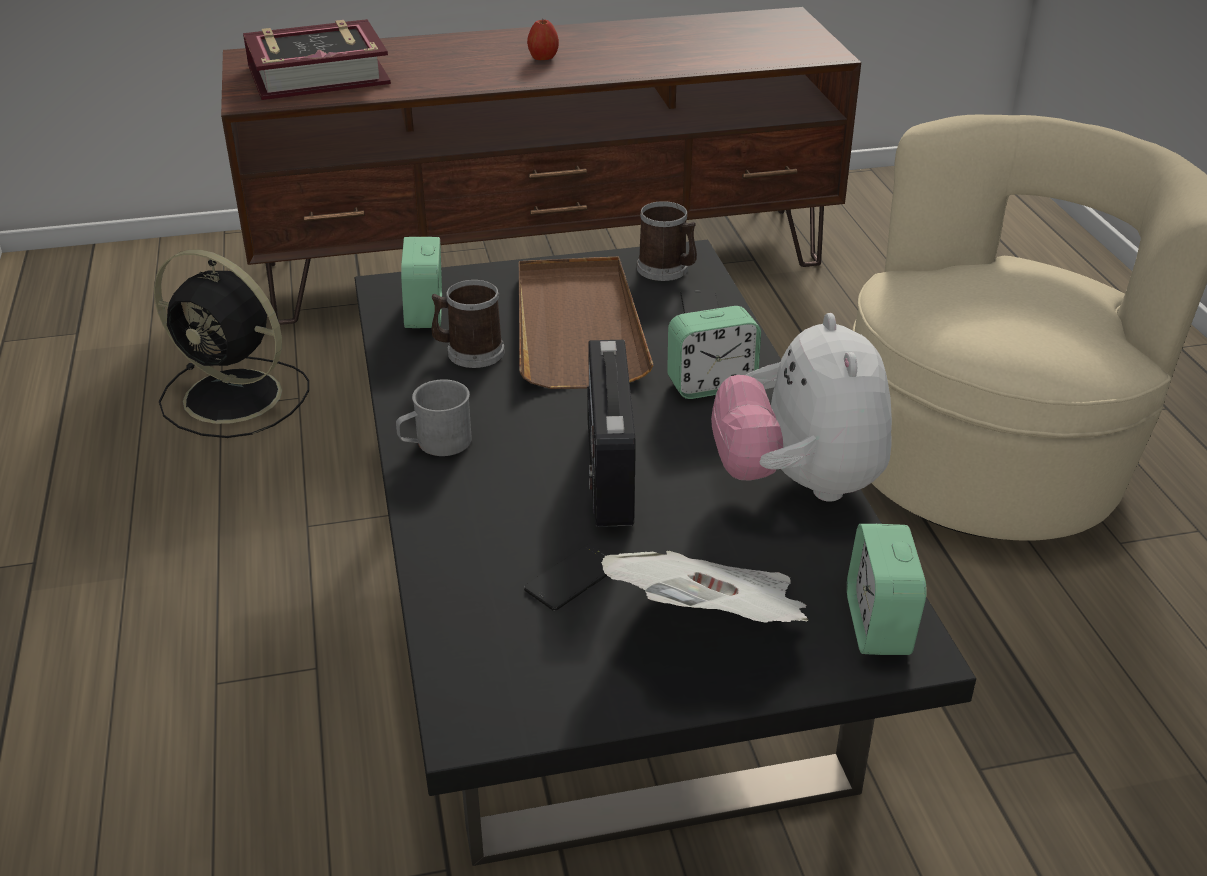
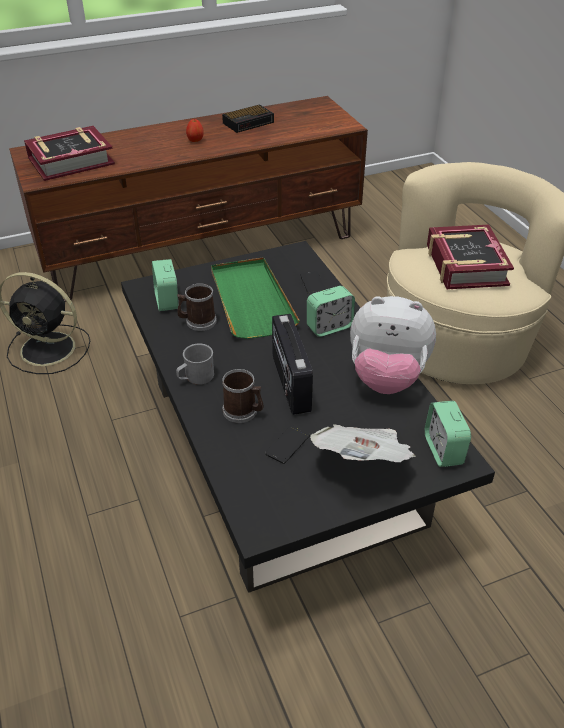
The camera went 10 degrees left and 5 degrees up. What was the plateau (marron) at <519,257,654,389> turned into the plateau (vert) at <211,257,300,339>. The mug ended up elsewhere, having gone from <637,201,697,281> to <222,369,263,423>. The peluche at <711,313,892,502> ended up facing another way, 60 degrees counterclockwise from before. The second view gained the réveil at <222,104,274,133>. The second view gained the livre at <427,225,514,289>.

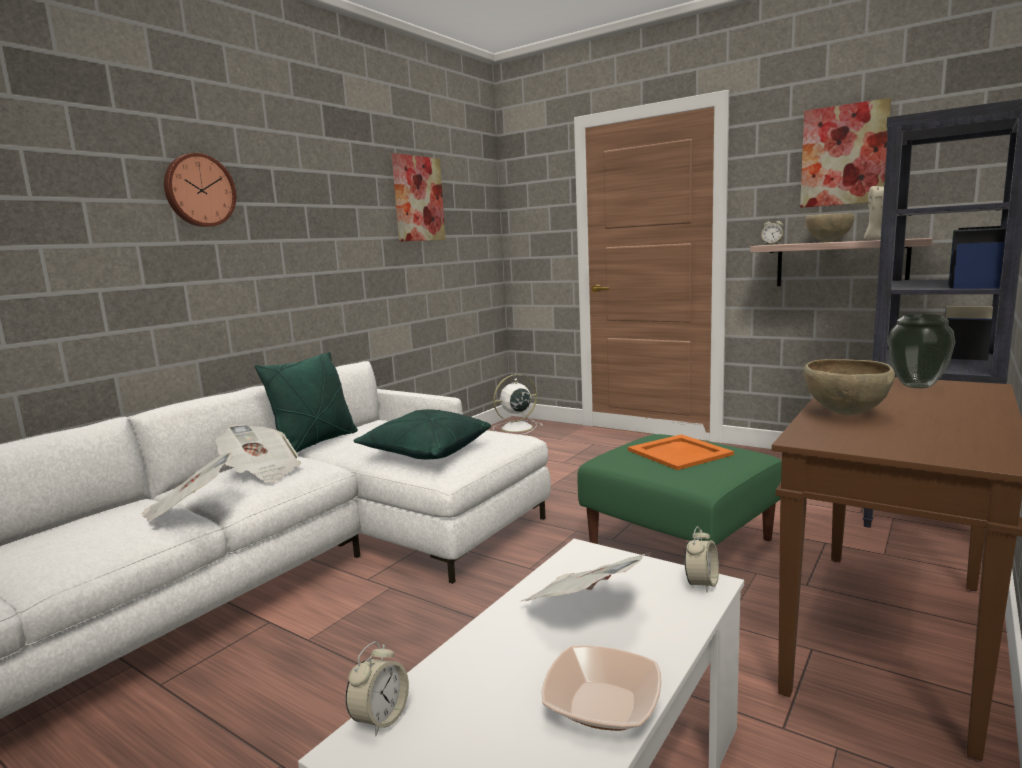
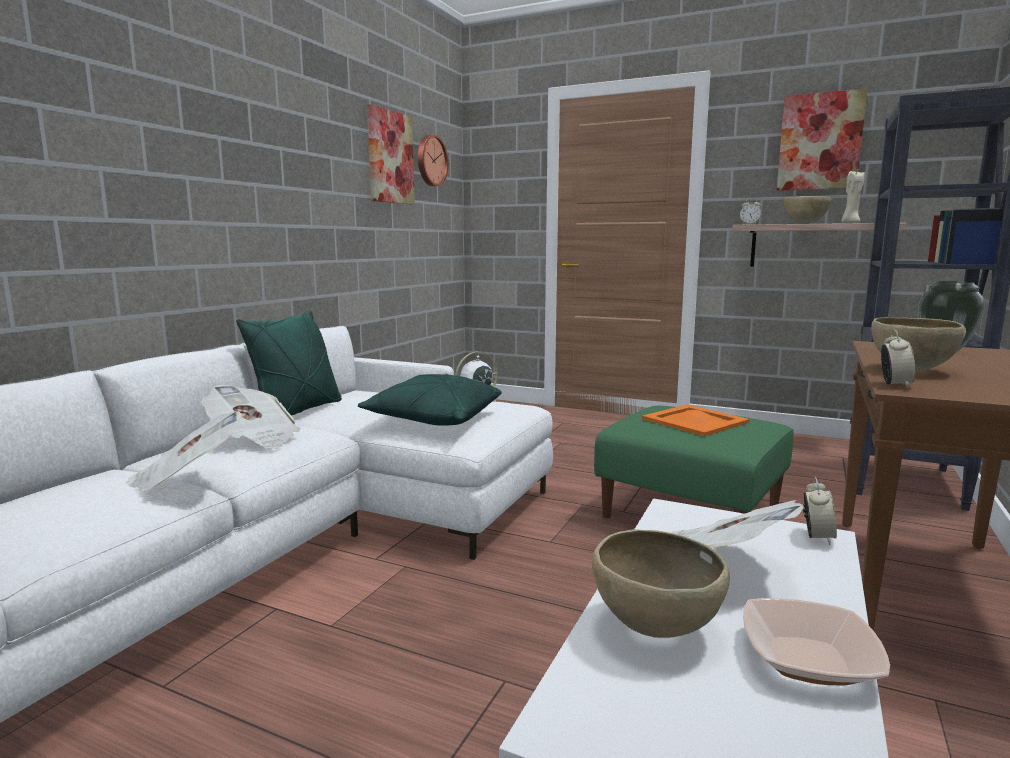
The camera went 10 degrees left and 0 degrees up. The horloge murale ended up elsewhere, having gone from <164,153,236,227> to <418,135,448,186>. The réveil ended up elsewhere, having gone from <345,641,409,736> to <881,329,915,388>. The second view gained the bol (marron) at <592,529,730,638>.

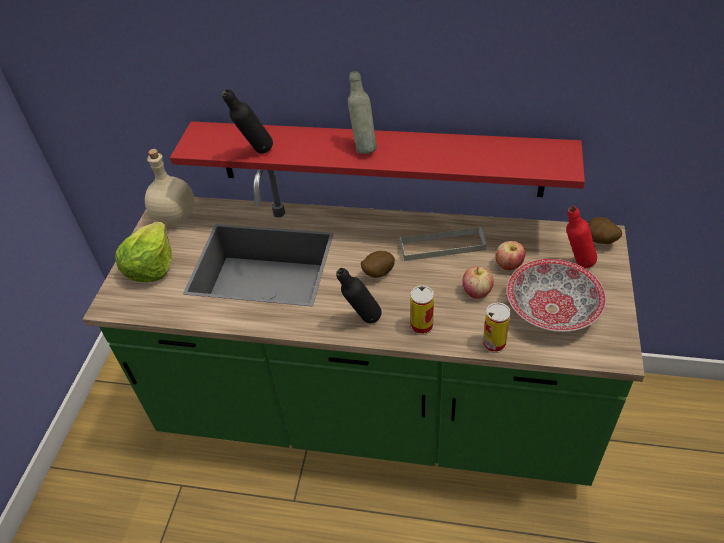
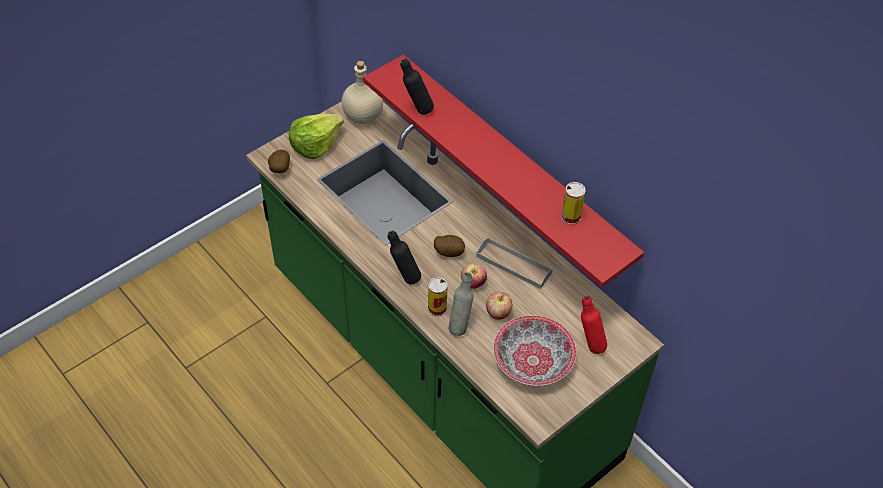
The camera went 35 degrees right and 5 degrees up. The bouteille (gris) ended up elsewhere, having gone from <348,71,377,154> to <448,272,474,336>. The boîte métallique ended up elsewhere, having gone from <483,302,511,353> to <561,182,586,225>. The pomme ended up elsewhere, having gone from <495,241,526,270> to <461,263,487,289>. The pomme de terre ended up elsewhere, having gone from <588,217,622,244> to <268,150,290,173>.

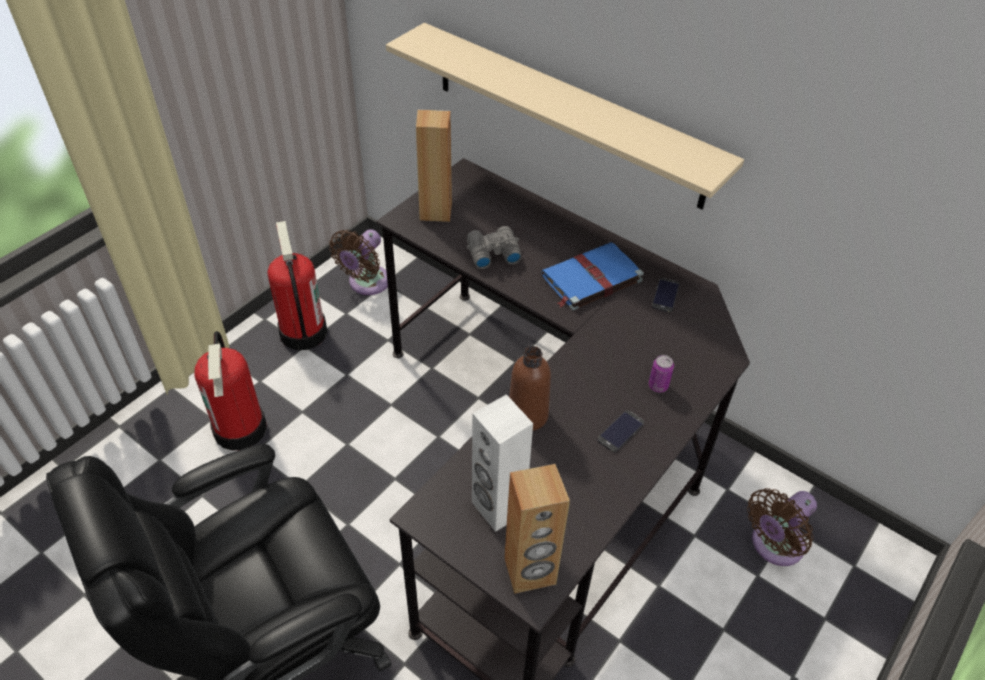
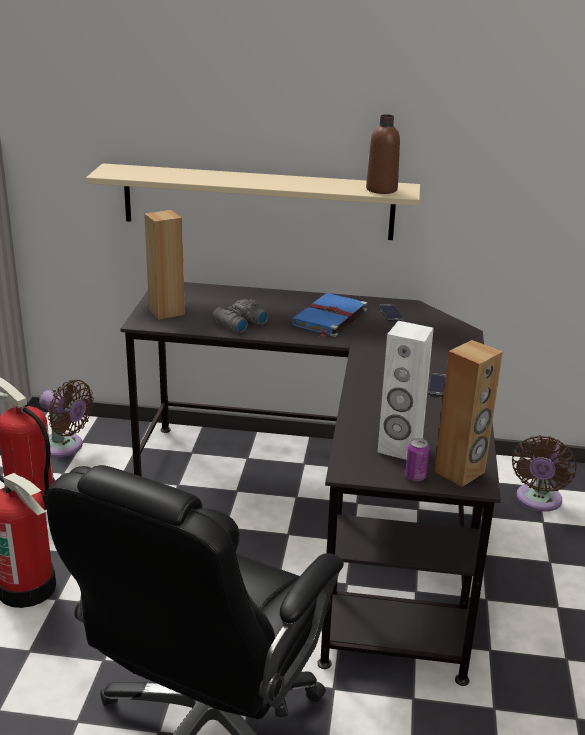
The camera went 30 degrees left and 20 degrees down. The ventilateur (marron) at <329,229,388,295> ended up facing another way, 60 degrees counterclockwise from before. The bouteille (marron) ended up elsewhere, having gone from <509,346,551,431> to <366,114,400,194>. The boîte métallique ended up elsewhere, having gone from <649,355,674,393> to <405,438,430,481>.

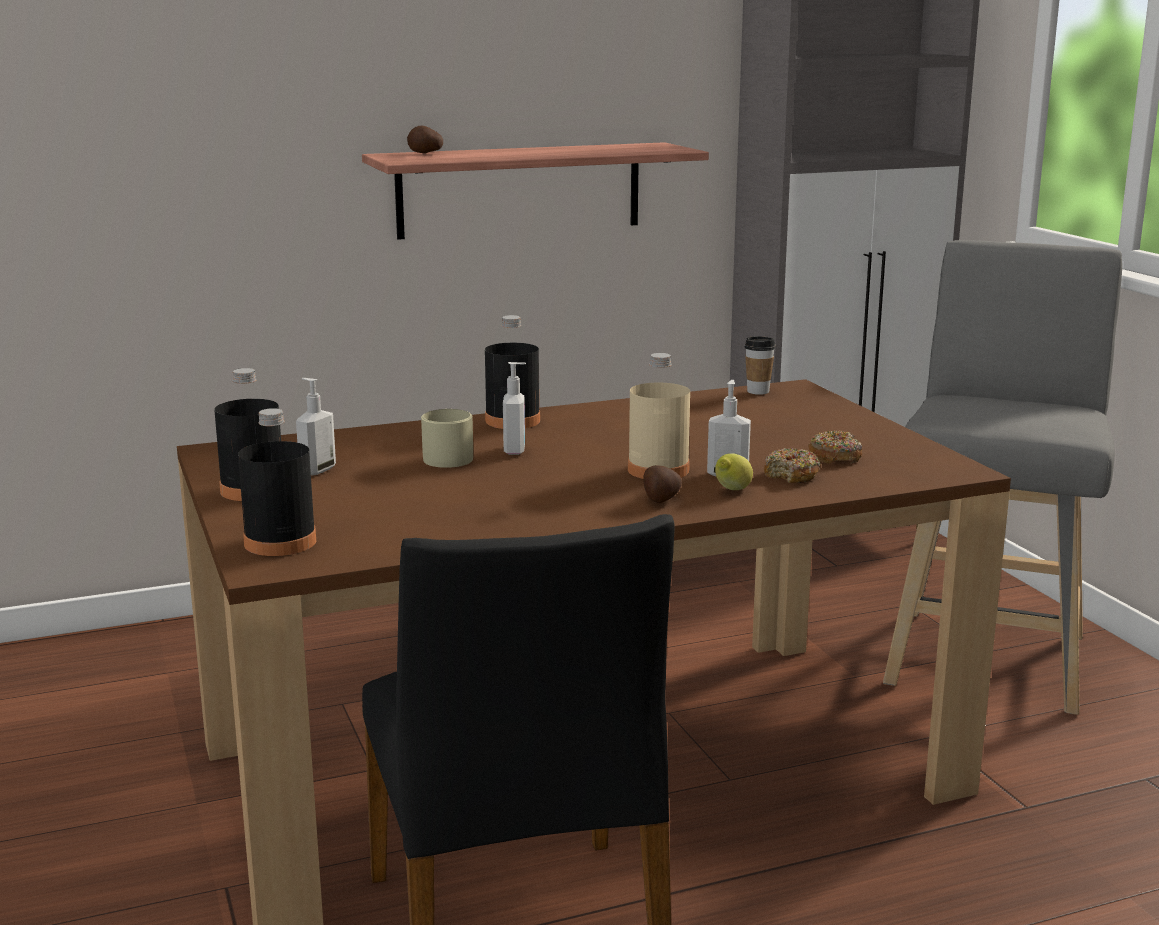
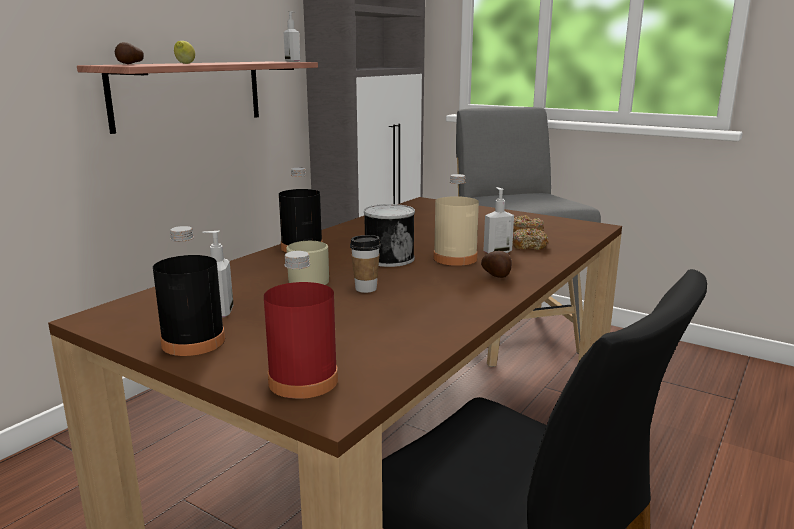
The camera went 35 degrees left and 0 degrees up. What was the bouteille (noir) at <238,408,316,556> turned into the bouteille (rouge) at <264,251,338,399>. The distributeur de savon ended up elsewhere, having gone from <503,362,526,455> to <284,11,300,62>. The citron ended up elsewhere, having gone from <715,453,753,490> to <174,41,195,64>. The tasse ended up elsewhere, having gone from <745,336,776,395> to <350,235,381,293>. The second view gained the boîte métallique at <364,204,415,267>.

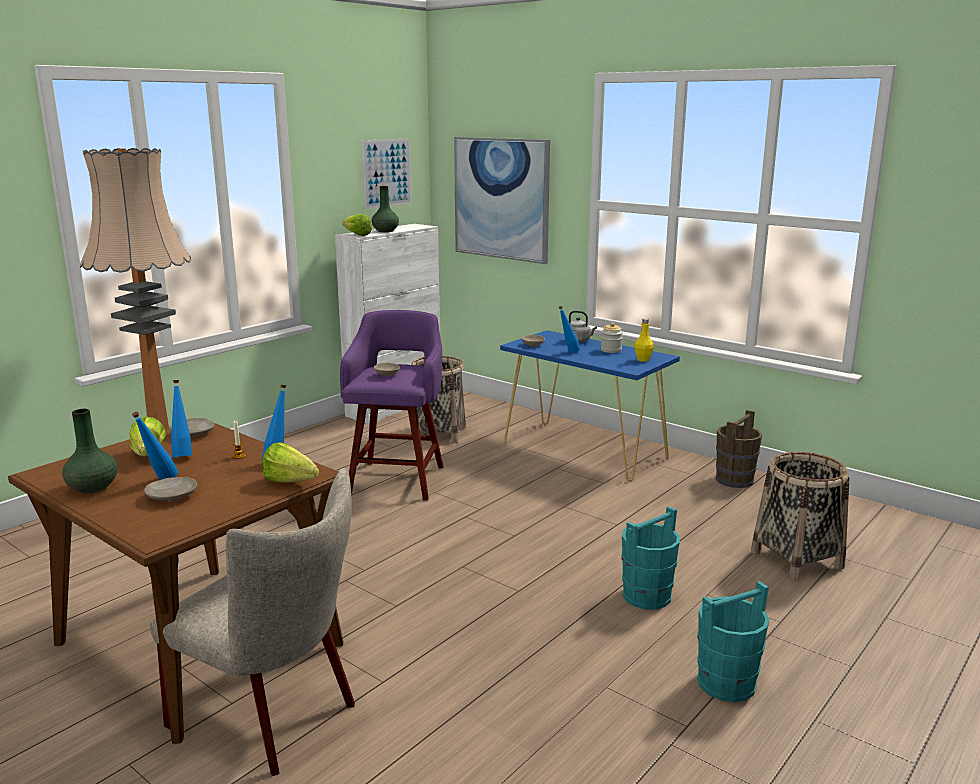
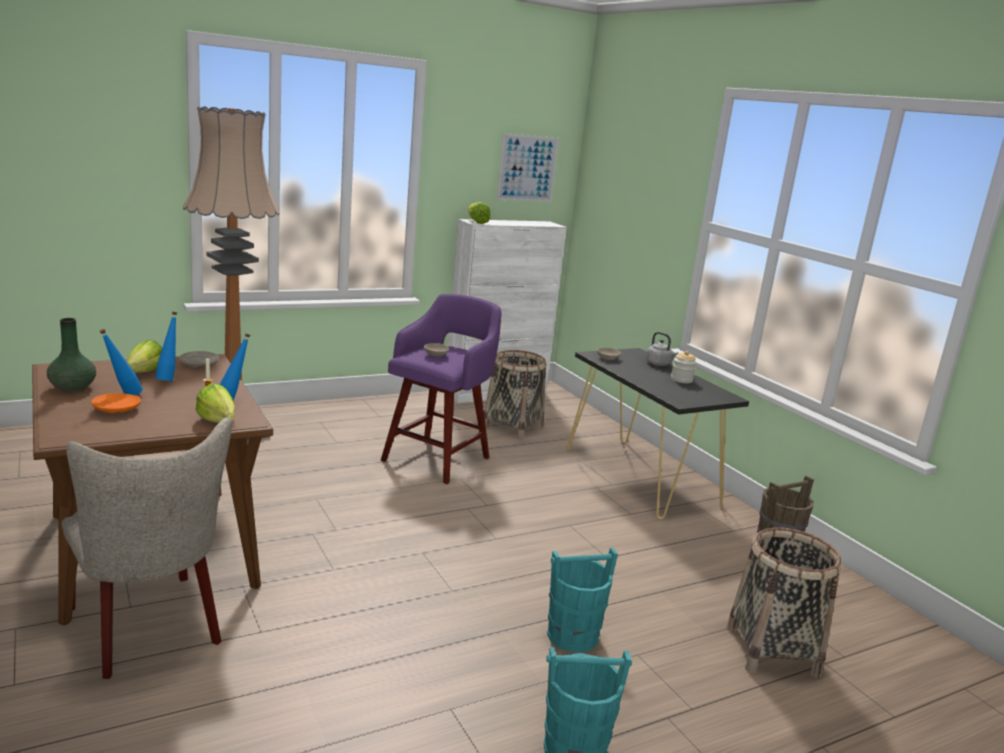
The camera went 20 degrees right and 0 degrees up. What was the assiette (beige) at <144,477,197,502> turned into the assiette (orange) at <91,393,141,413>. The second view lost the vase (vert) at <372,186,399,232>. The second view lost the tableau at <454,137,550,264>. What was the table console (bleu) at <500,330,680,481> turned into the table console (noir) at <567,348,749,519>. The second view lost the bouteille (bleu) at <559,306,580,353>. The second view lost the bouteille (jaune) at <634,318,654,362>.

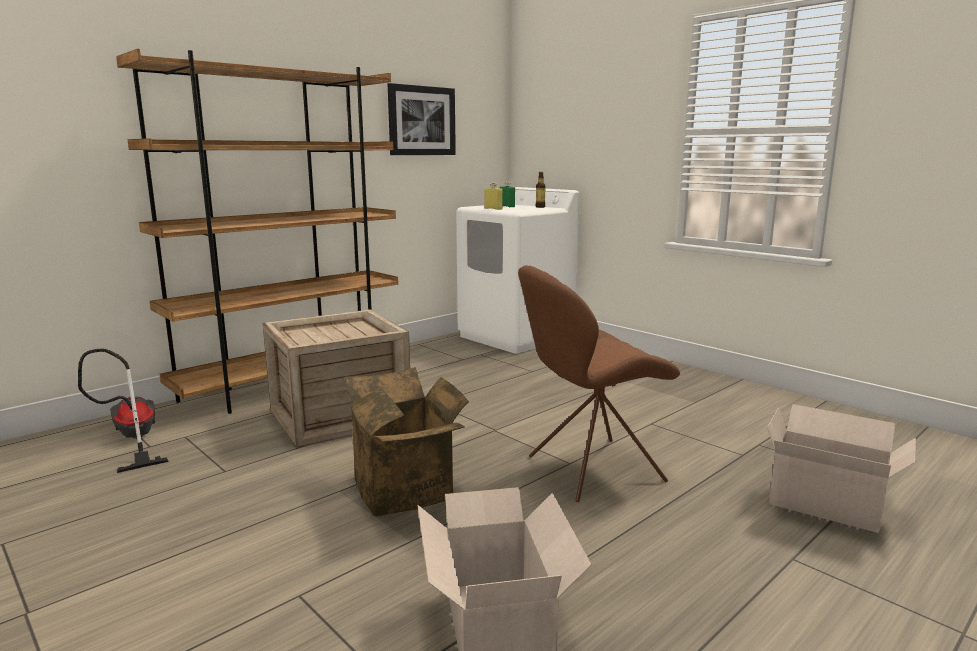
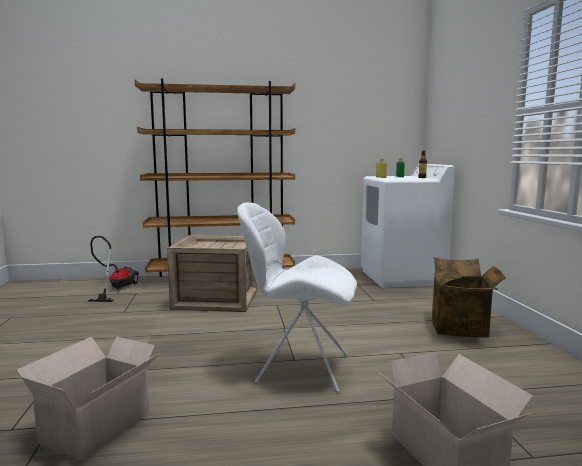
The camera went 35 degrees right and 5 degrees down. The carton ended up elsewhere, having gone from <344,367,469,516> to <432,257,506,338>. The second view lost the tableau at <388,83,456,155>. What was the chaise (marron) at <518,265,680,502> turned into the chaise (blanc) at <237,202,357,392>.

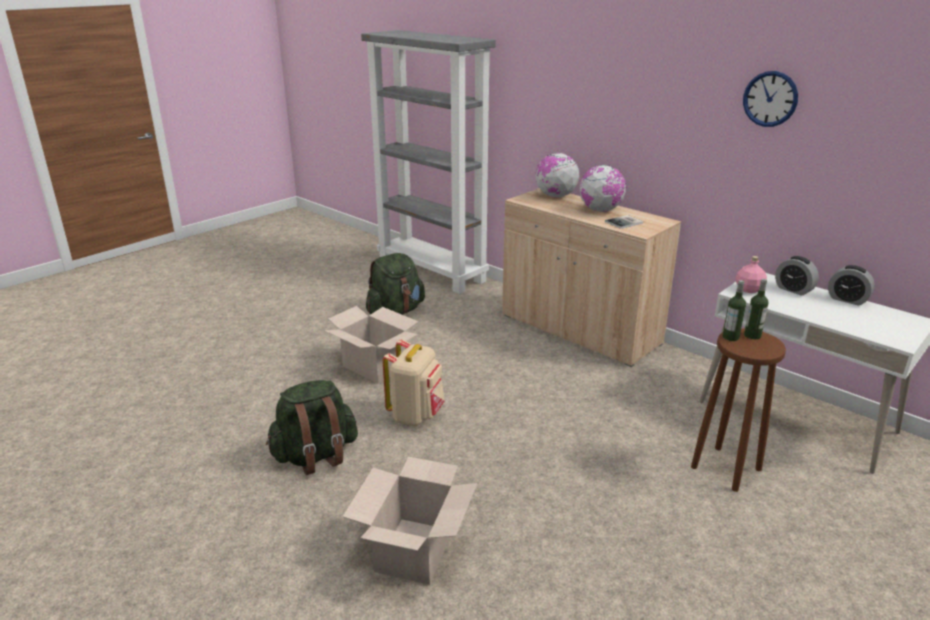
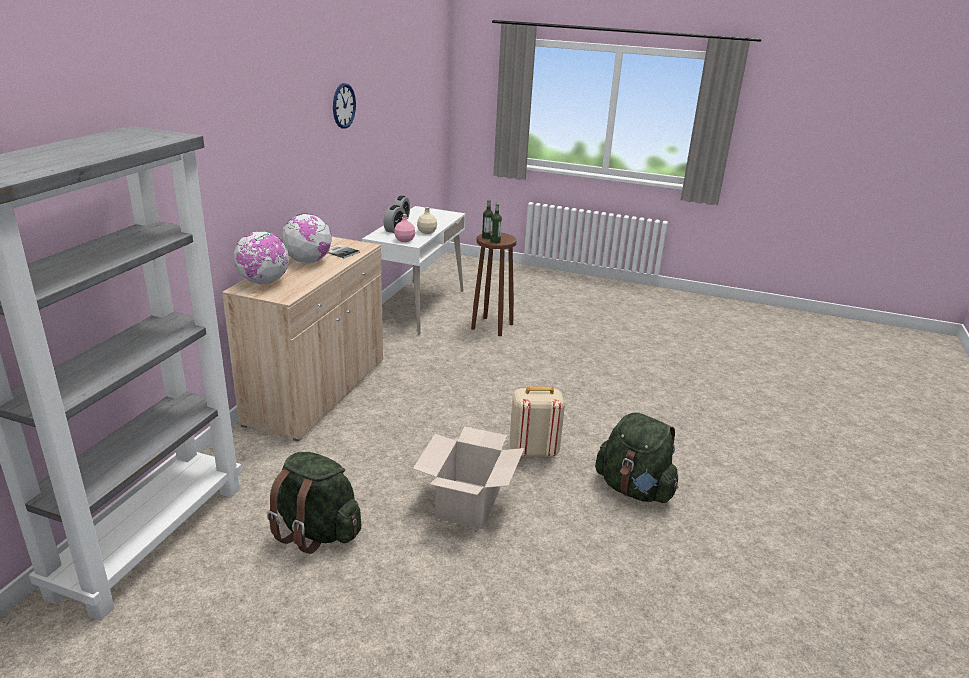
The camera went 115 degrees left and 0 degrees up. The second view lost the carton at <343,457,477,585>. The second view gained the bouteille (beige) at <417,207,437,234>.

